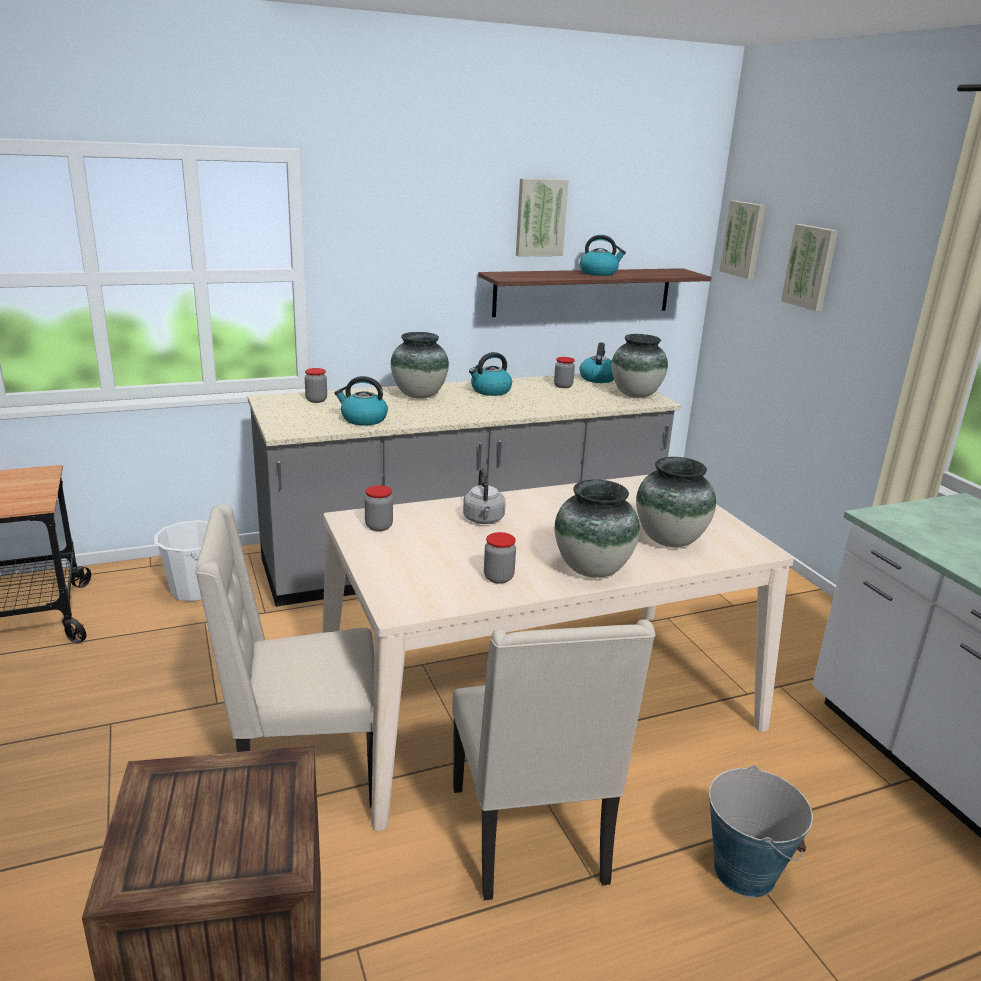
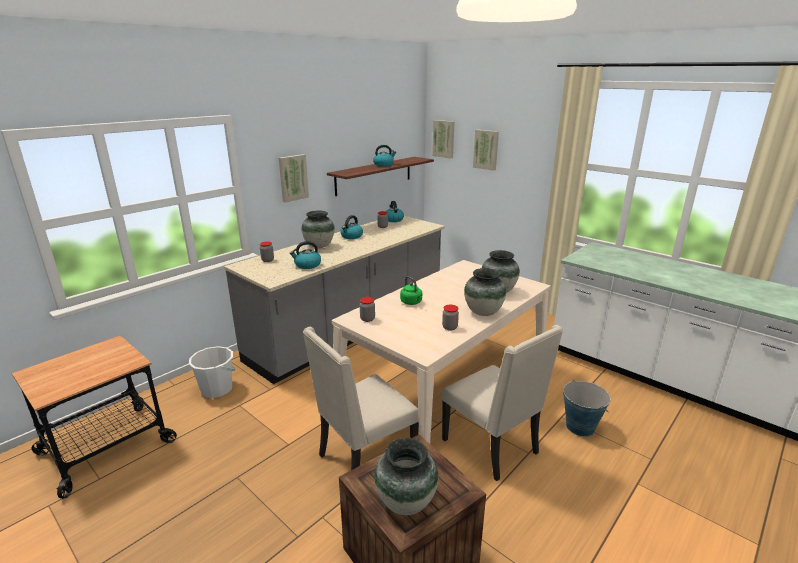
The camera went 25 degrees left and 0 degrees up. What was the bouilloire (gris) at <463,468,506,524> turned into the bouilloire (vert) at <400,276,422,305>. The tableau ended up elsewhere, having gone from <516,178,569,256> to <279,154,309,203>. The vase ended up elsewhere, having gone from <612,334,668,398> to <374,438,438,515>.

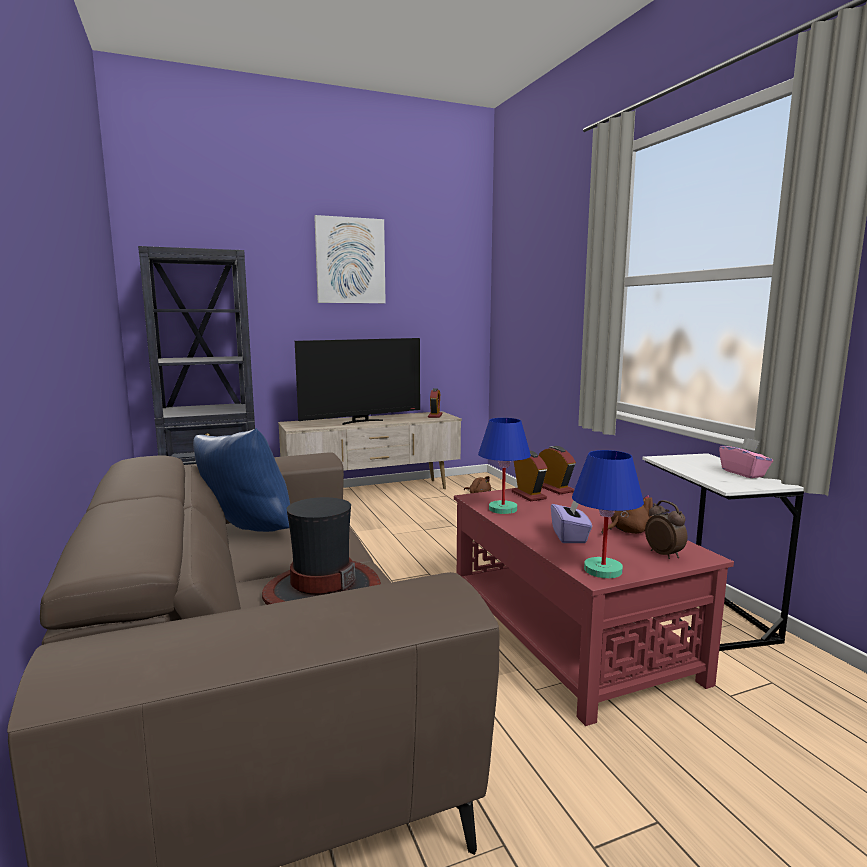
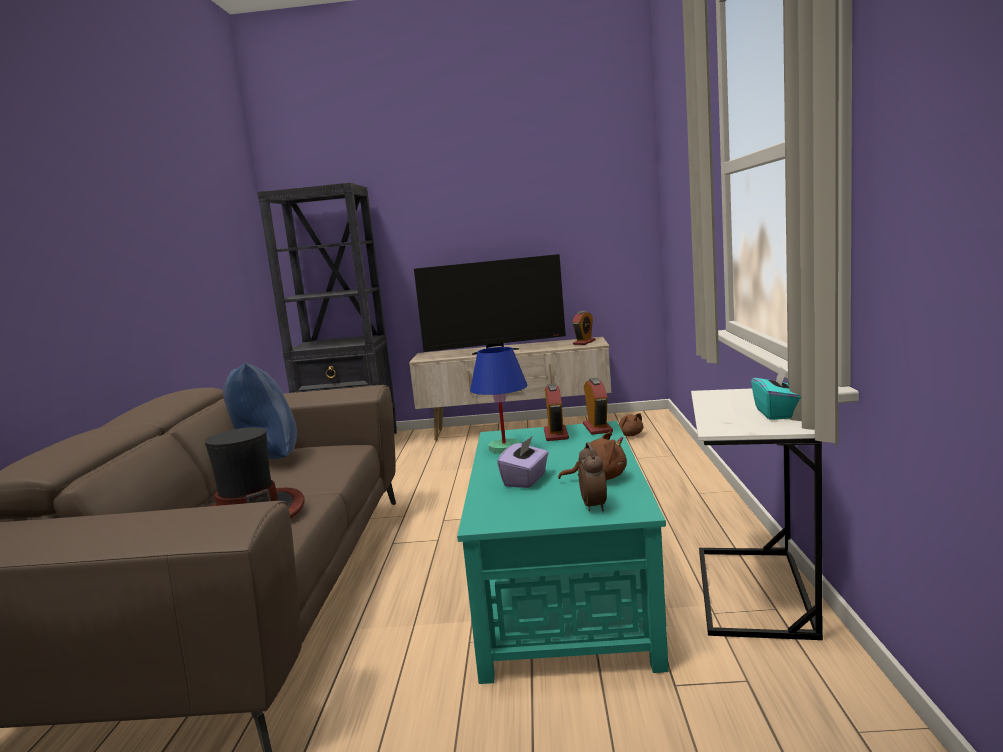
The camera went 25 degrees right and 0 degrees up. The second view lost the tableau at <314,215,386,303>. What was the table basse (rouge) at <454,486,734,726> turned into the table basse (turquoise) at <457,421,669,684>. The second view lost the lampe de table (bleu) at <572,450,644,578>. What was the boîte à mouchoirs (rose) at <719,437,773,478> turned into the boîte à mouchoirs (turquoise) at <751,367,801,420>.

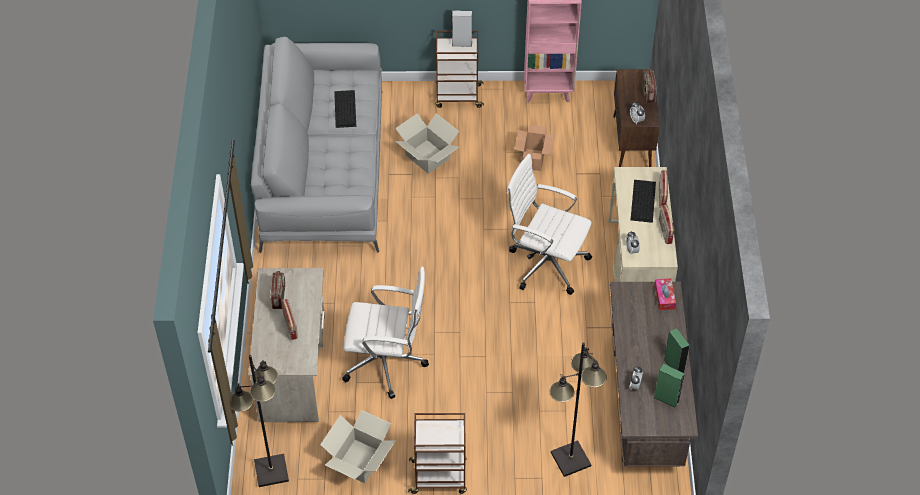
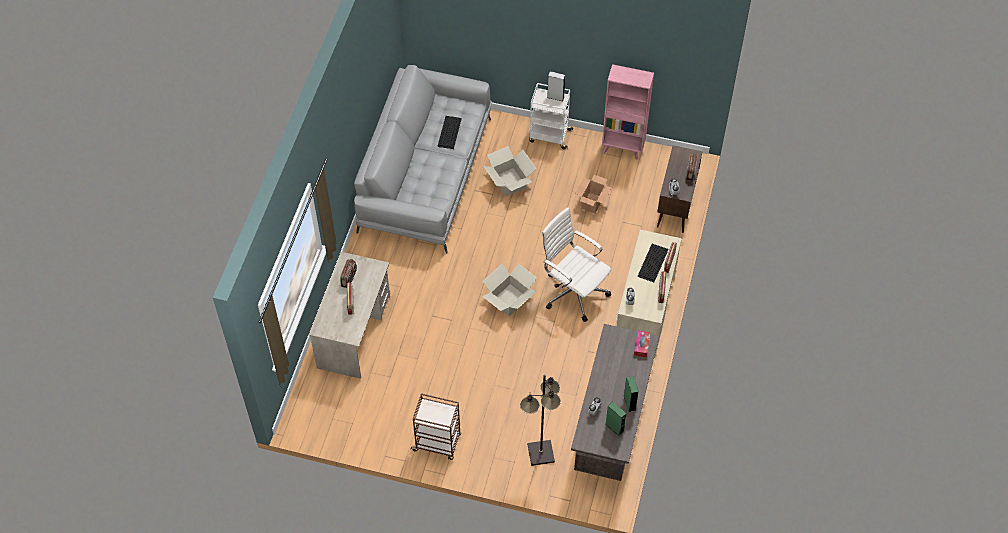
The camera went 15 degrees right and 5 degrees up. The second view lost the lampadaire (noir) at <231,355,289,487>. The carton ended up elsewhere, having gone from <320,410,396,483> to <482,263,537,316>. The second view lost the chaise de bureau (blanc) at <342,267,429,399>. What was the chariot (marron) at <435,31,484,108> turned into the chariot (blanc) at <529,83,573,149>.

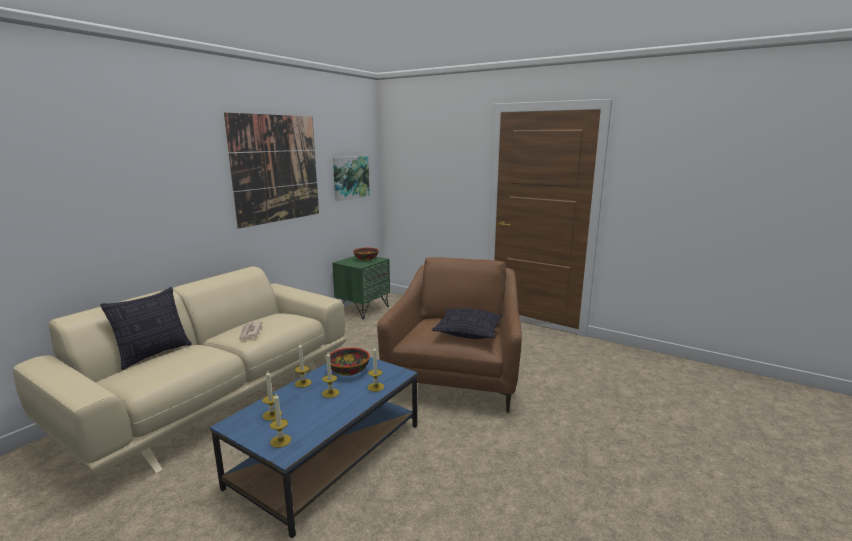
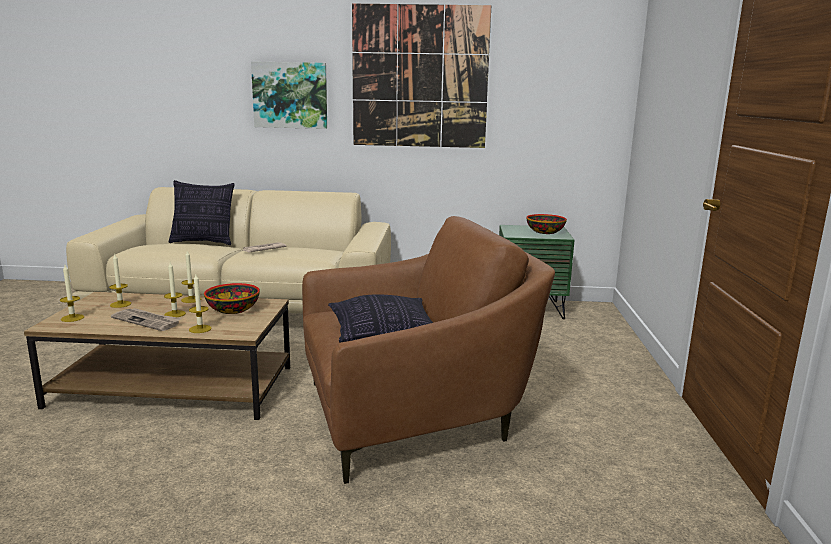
The camera went 60 degrees right and 0 degrees up. What was the table basse (bleu) at <210,357,418,538> turned into the table basse (marron) at <24,292,290,420>. The tableau ended up elsewhere, having gone from <333,156,370,201> to <251,61,327,129>. The second view gained the journal at <111,308,181,331>.

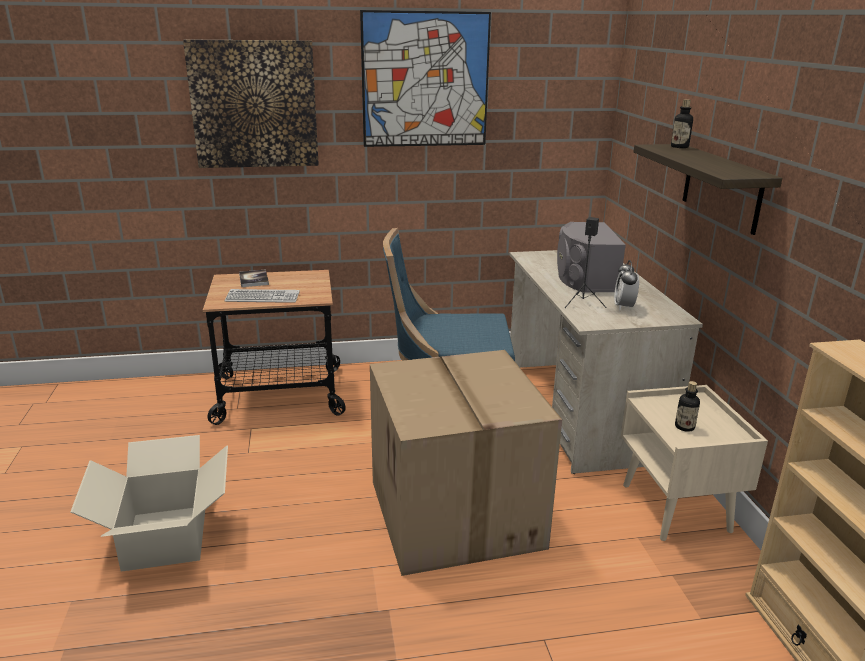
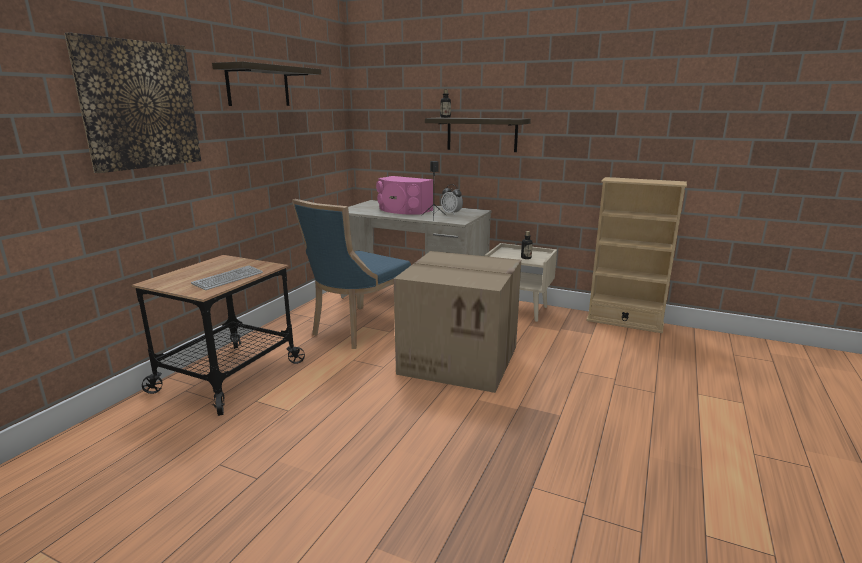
The camera went 55 degrees left and 5 degrees down. The second view lost the carton at <70,435,228,572>. The second view lost the livre at <239,269,269,287>. Where the tableau hung at <360,10,491,147>, the étagère came to hang at <212,61,321,106>. What was the enceinte (gris) at <557,222,626,293> turned into the enceinte (rose) at <376,176,433,215>.

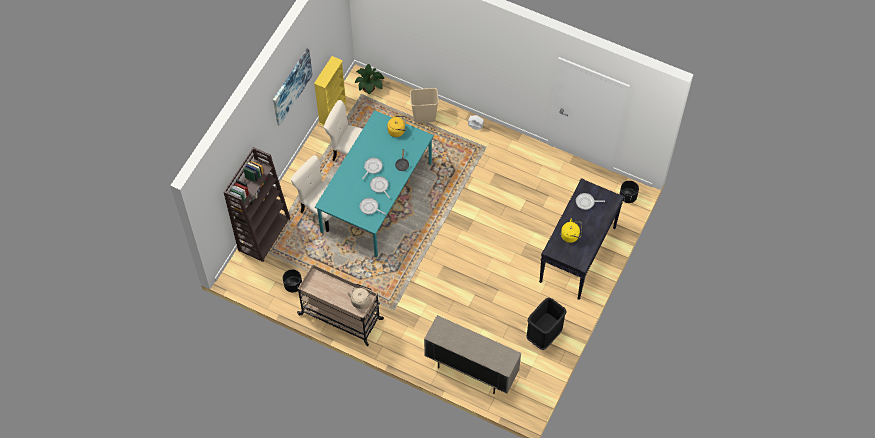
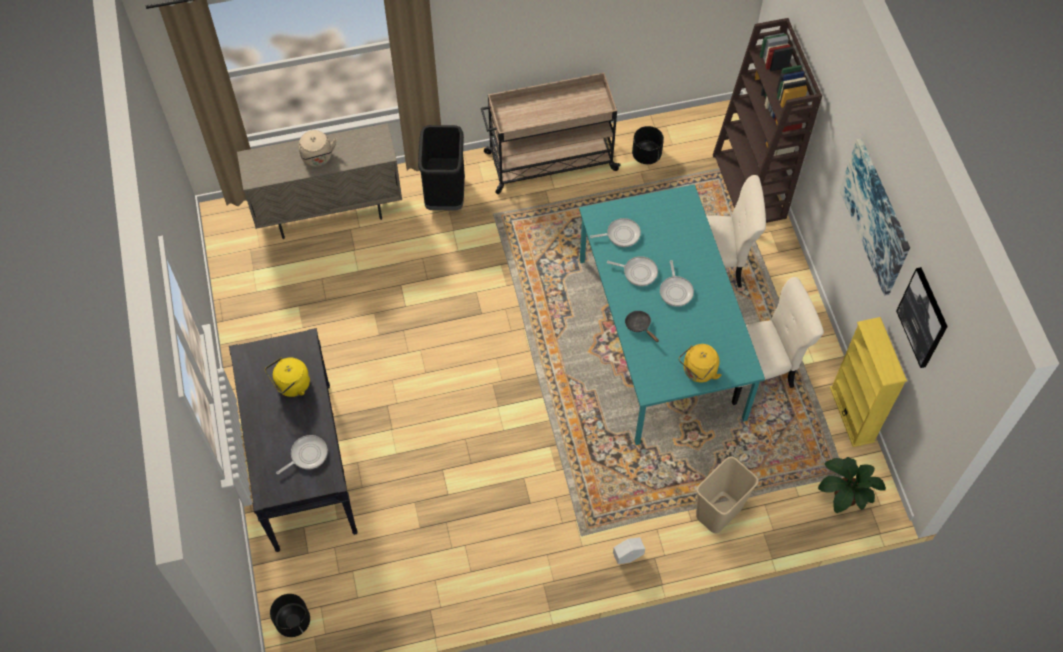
The camera went 140 degrees right and 0 degrees up. The bouilloire (beige) ended up elsewhere, having gone from <347,284,372,309> to <298,130,337,167>. The poubelle (noir) ended up elsewhere, having gone from <526,297,567,350> to <418,125,465,210>. The second view gained the tableau at <896,267,948,368>.

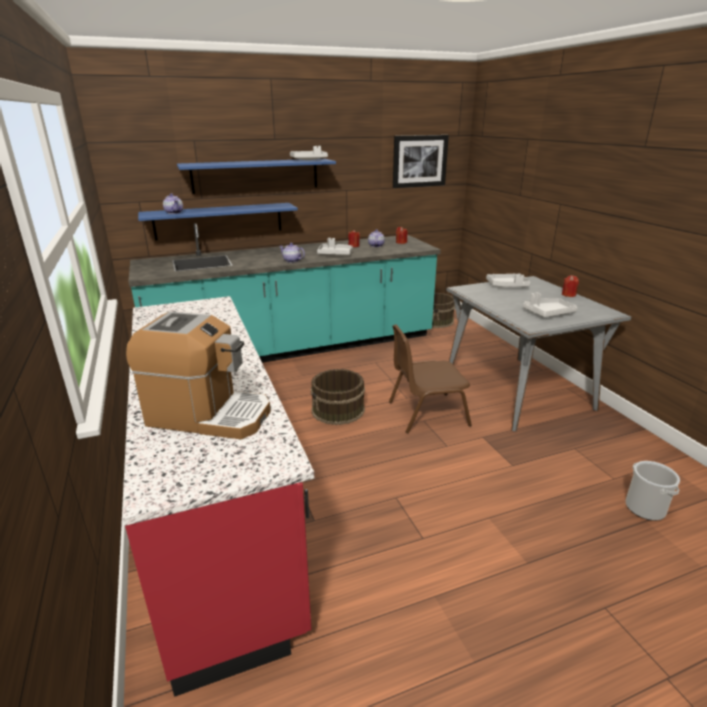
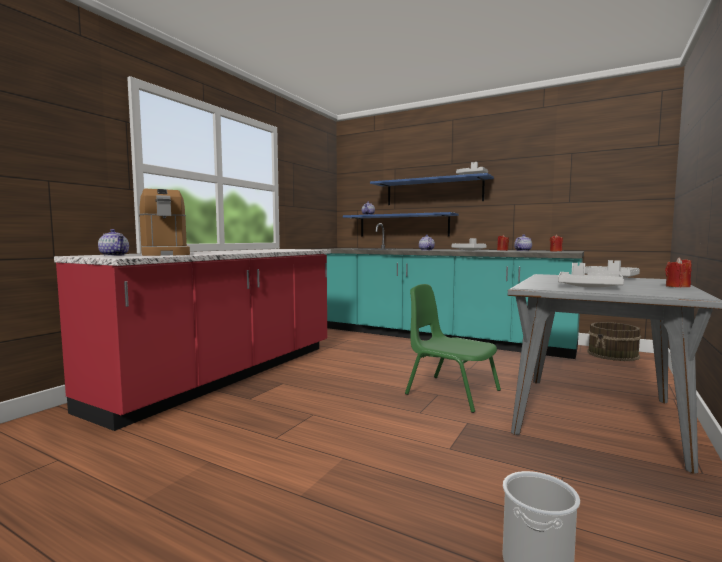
The camera went 50 degrees right and 20 degrees down. The second view lost the seau (marron) at <311,369,365,425>. What was the chaise (marron) at <389,324,472,433> turned into the chaise (vert) at <405,284,501,413>. The second view lost the tableau at <393,135,449,188>. The second view gained the théière at <98,229,129,256>.

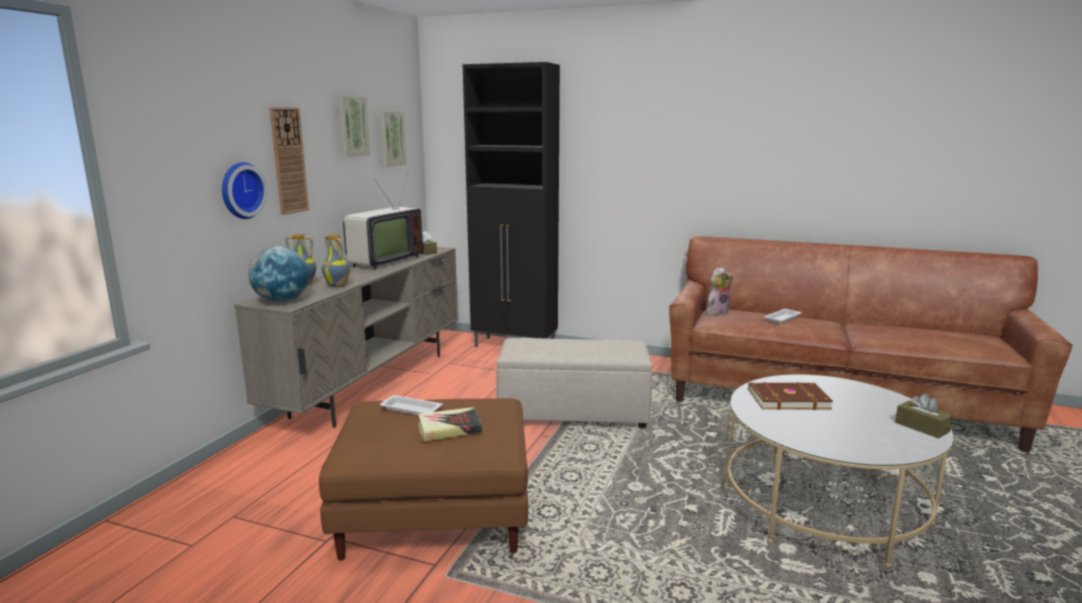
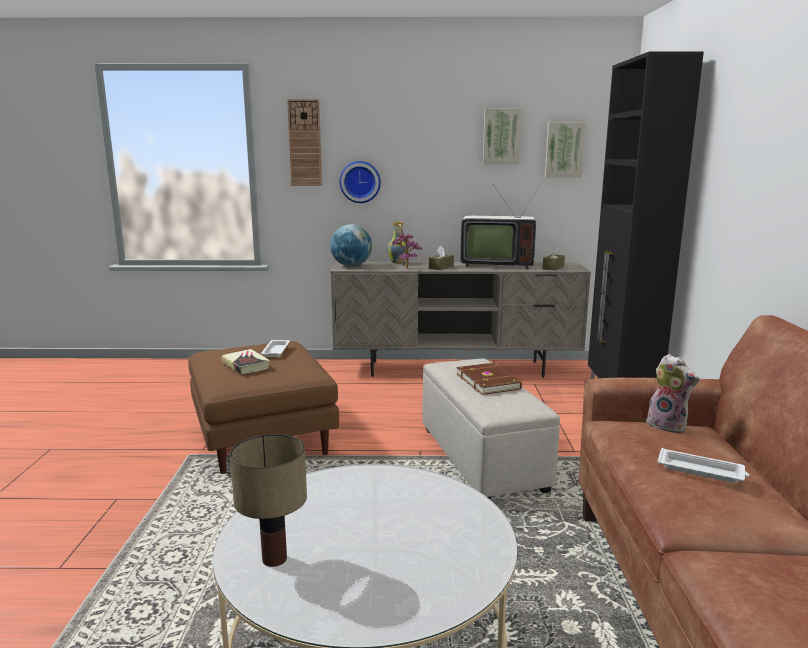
The camera went 70 degrees right and 0 degrees up. The horloge murale ended up elsewhere, having gone from <269,107,309,215> to <287,99,322,186>. Where the vase stood at <321,235,351,287>, the plante en pot came to stand at <392,233,422,269>. The livre (marron) ended up elsewhere, having gone from <748,382,833,410> to <456,363,522,395>. The boîte à mouchoirs (marron) ended up elsewhere, having gone from <895,393,953,438> to <429,245,454,270>. The second view gained the lampe de table at <230,434,307,567>.

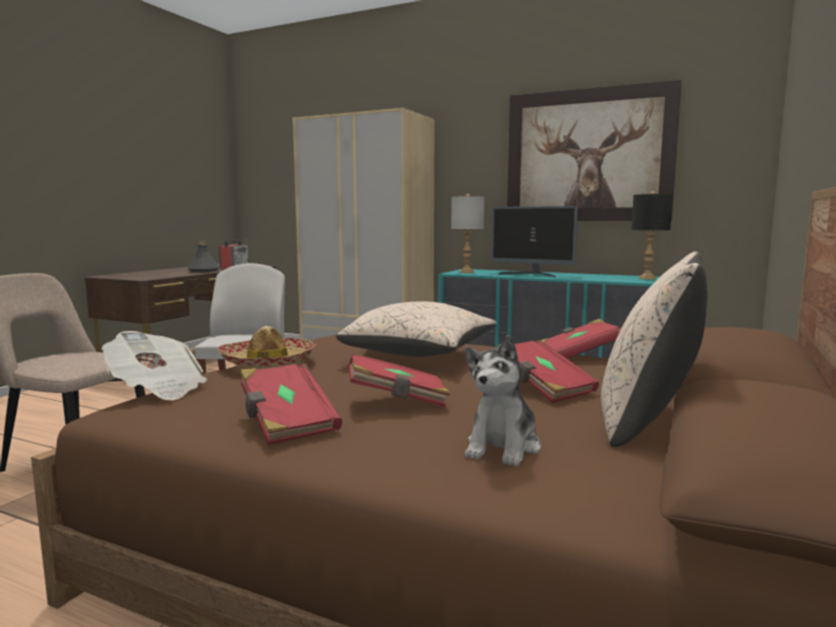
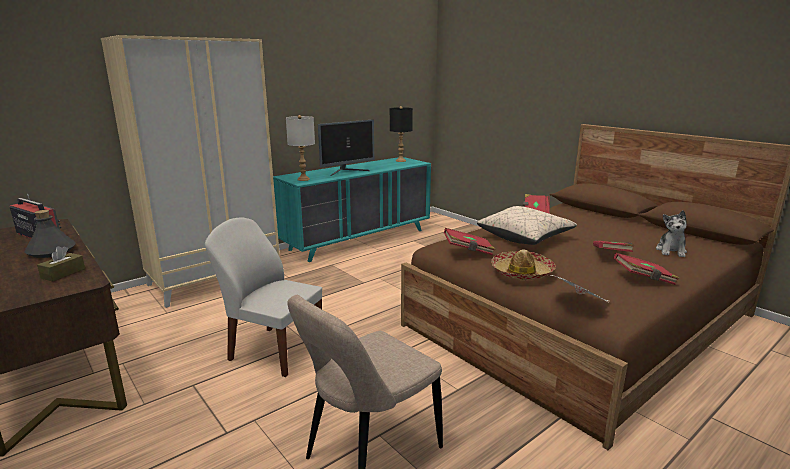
The camera went 65 degrees left and 10 degrees up. The peluche at <464,335,541,466> ended up facing another way, 60 degrees clockwise from before. The livre (rouge) ended up elsewhere, having gone from <497,340,599,403> to <444,228,495,255>. The second view lost the tableau at <507,80,682,221>. The second view lost the coussin (beige) at <601,252,708,447>. The second view gained the boîte à mouchoirs (marron) at <37,246,85,281>.

